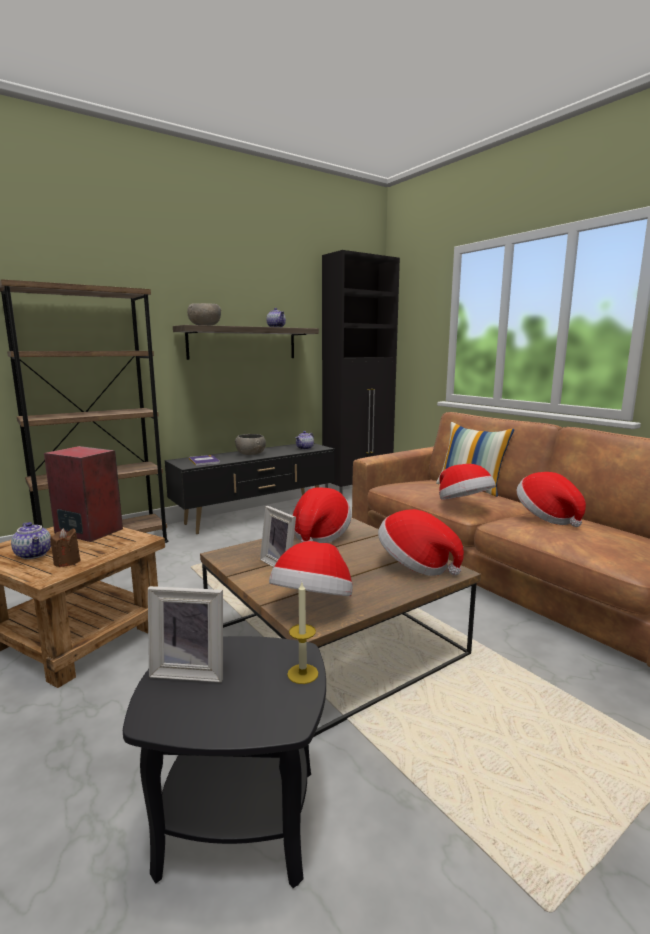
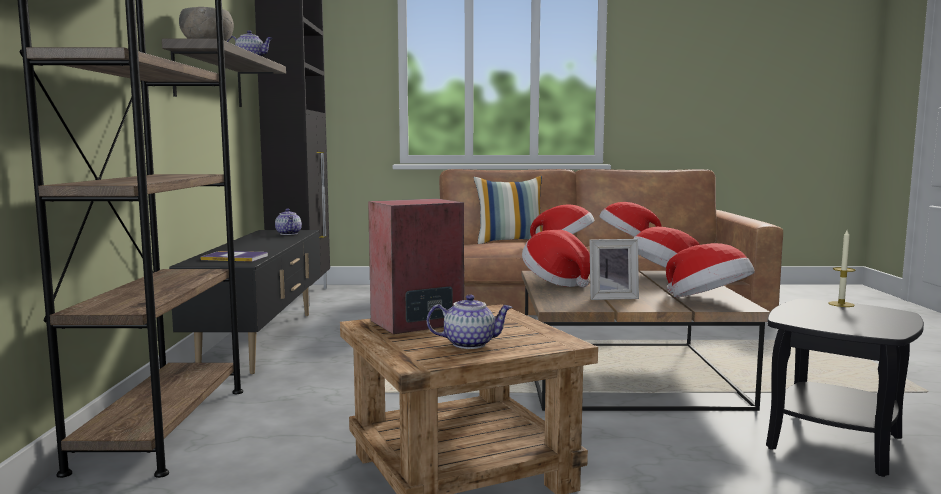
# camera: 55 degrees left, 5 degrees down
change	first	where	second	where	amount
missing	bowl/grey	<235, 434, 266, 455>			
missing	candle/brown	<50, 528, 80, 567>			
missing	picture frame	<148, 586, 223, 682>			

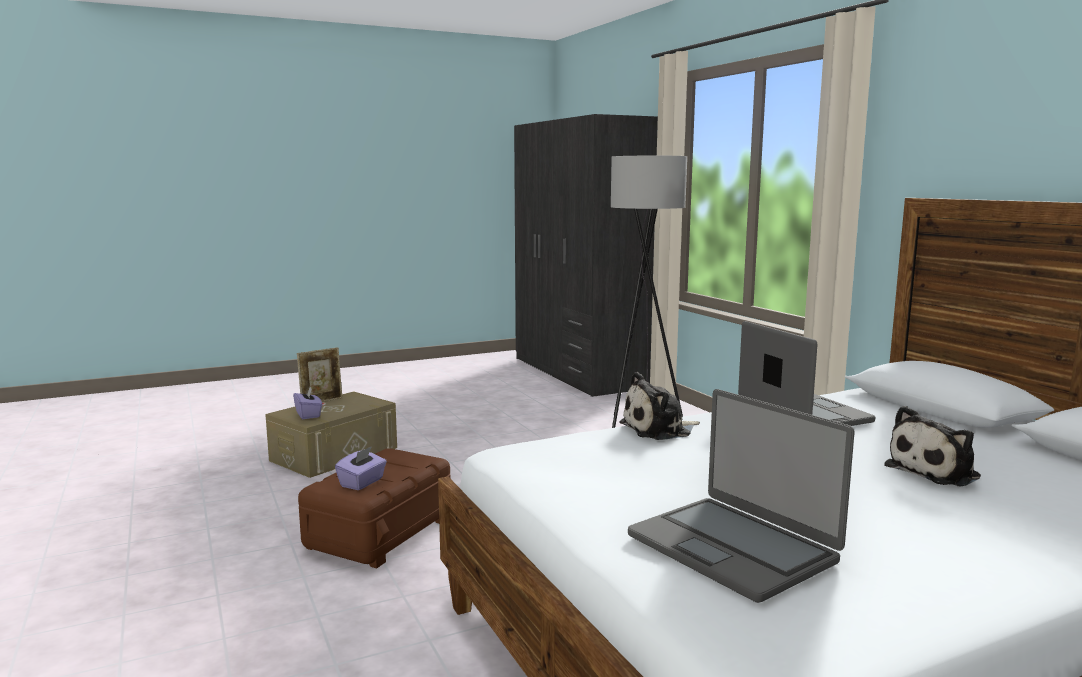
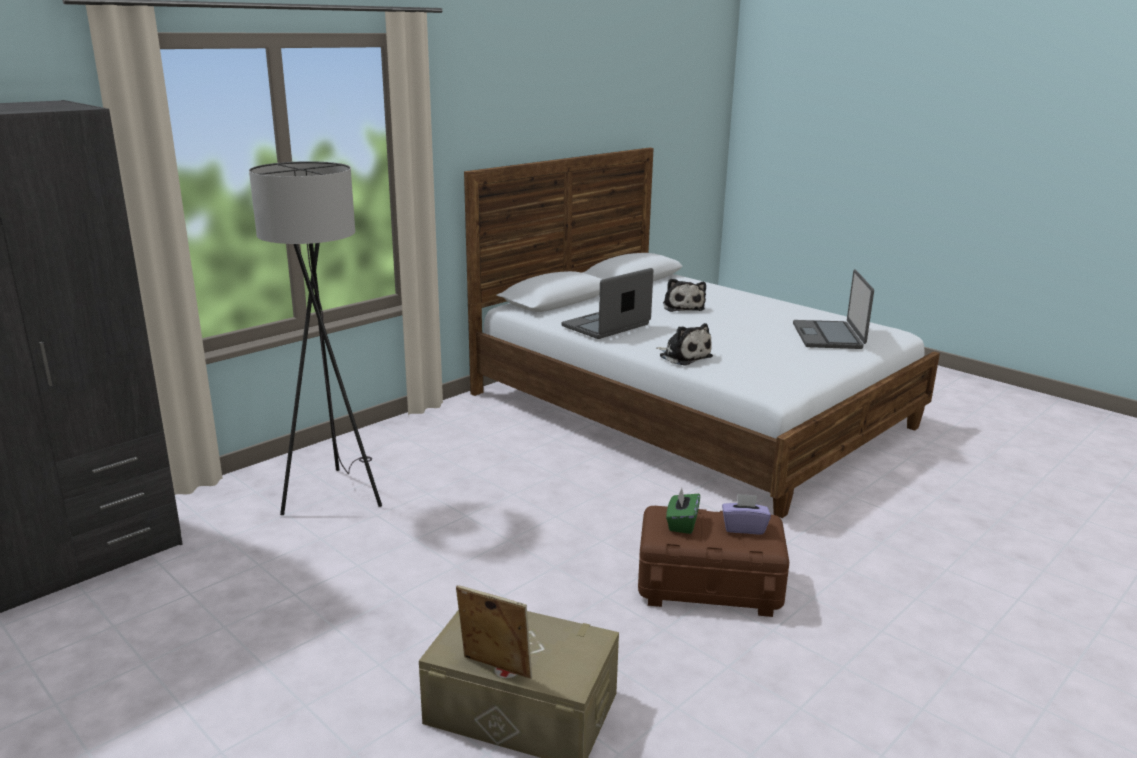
# camera: 110 degrees left, 10 degrees up
change	first	where	second	where	amount
missing	tissue box/purple	<293, 387, 322, 419>			
spun	laptop	<628, 389, 855, 603>		<793, 269, 874, 349>	150 degrees clockwise
spun	plush toy	<884, 406, 981, 486>		<663, 278, 706, 312>	45 degrees clockwise
appeared			tissue box/green	<666, 488, 700, 534>	

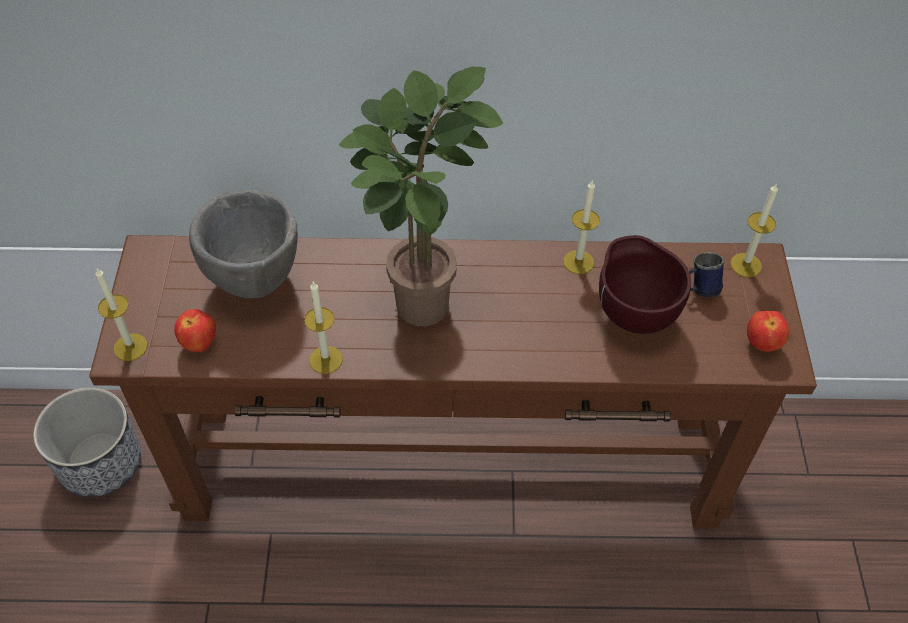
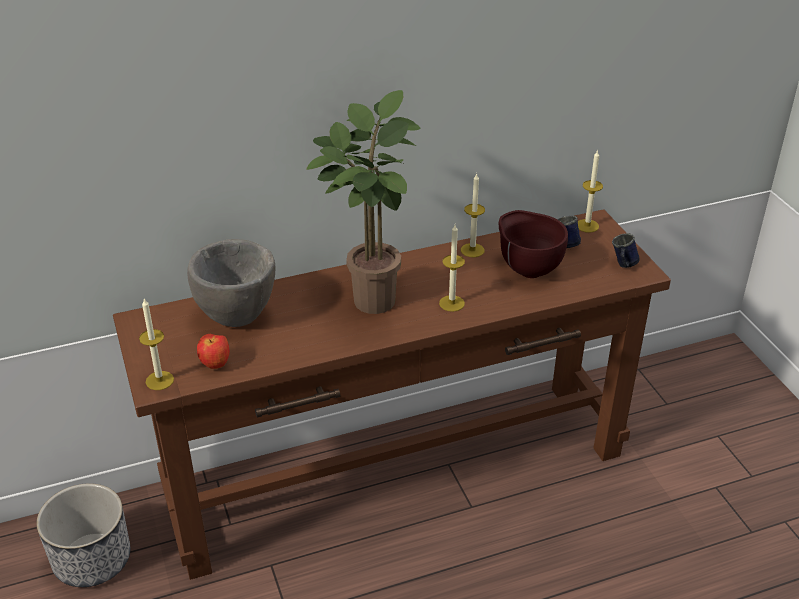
# camera: 20 degrees left, 15 degrees down
change	first	where	second	where	amount
relocated	candle	<304, 282, 343, 374>		<439, 225, 465, 312>	
exchanged	apple	<747, 311, 789, 352>	mug/blue	<612, 233, 640, 268>	

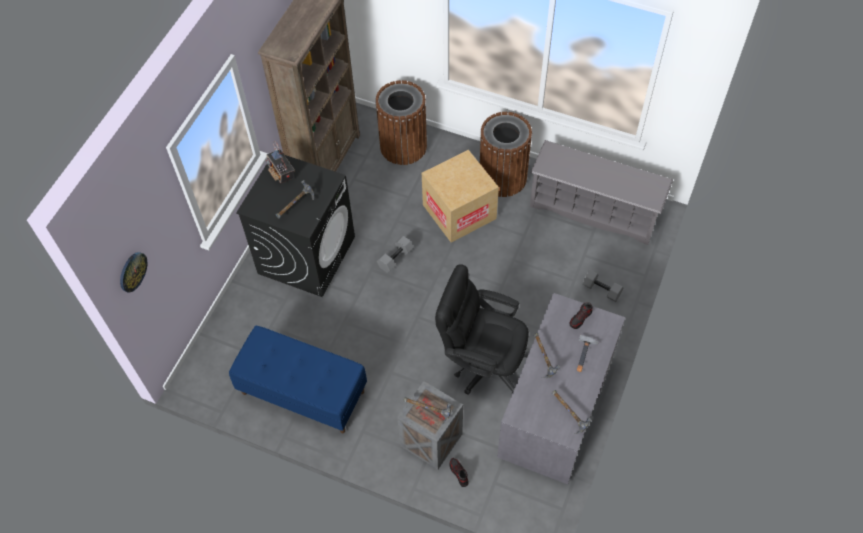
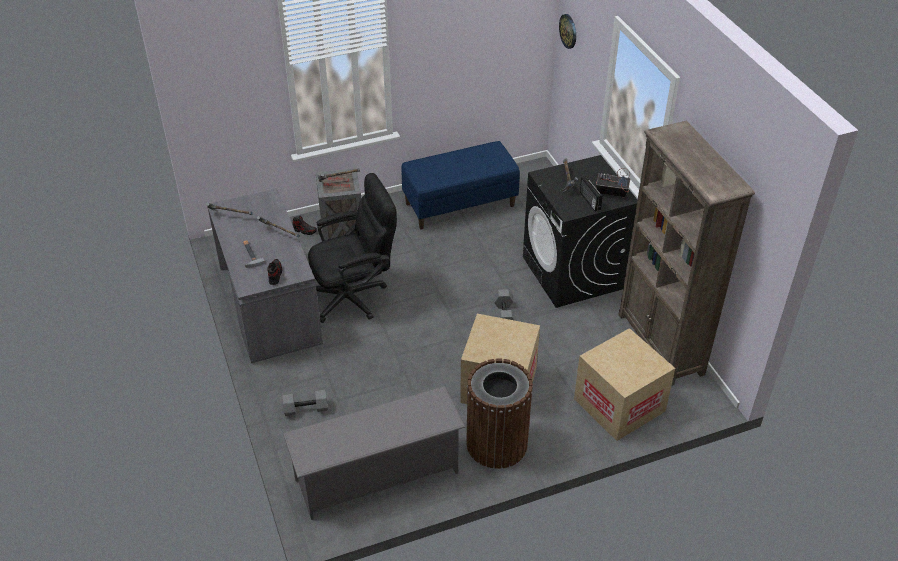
# camera: 135 degrees right, 15 degrees down
change	first	where	second	where	amount
exchanged	trash can/brown	<375, 80, 427, 165>	cardboard box	<574, 328, 675, 441>	
appeared			radio	<580, 177, 603, 212>	

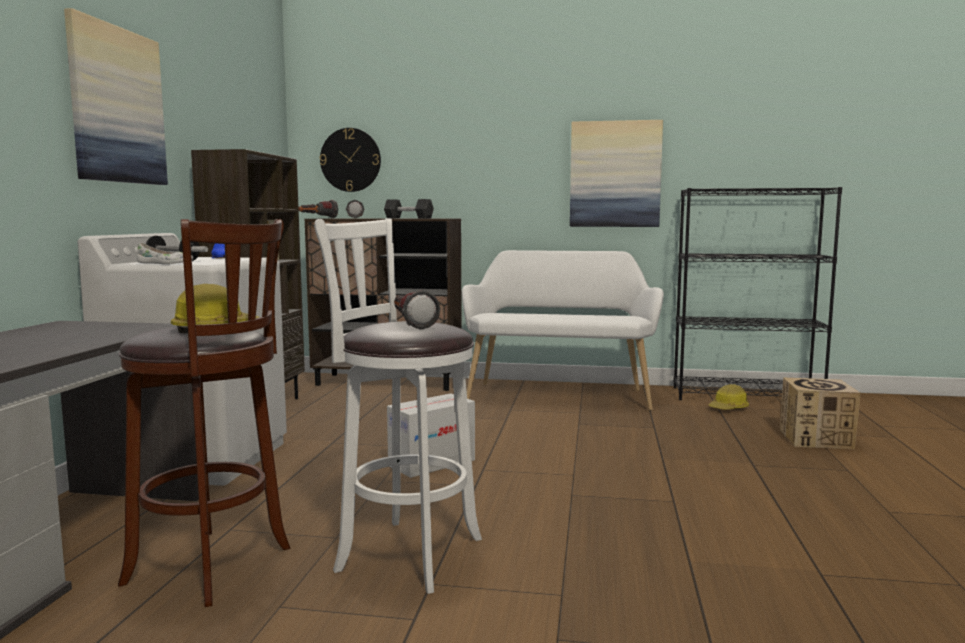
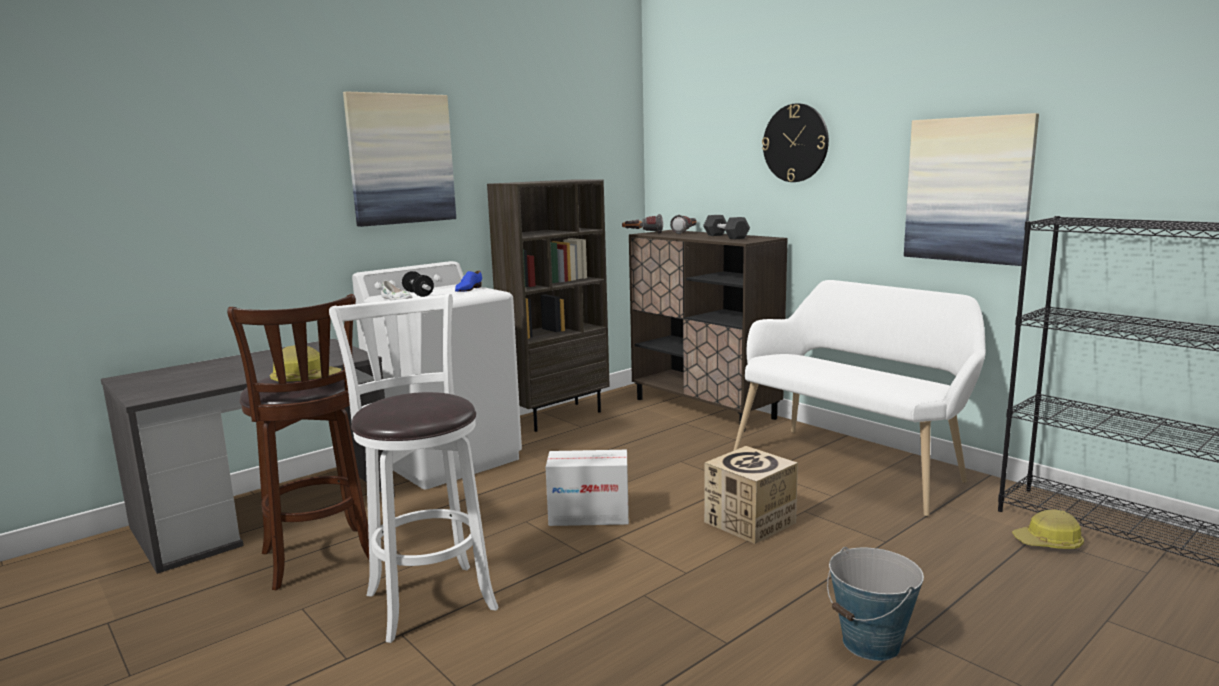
# camera: 40 degrees right, 5 degrees up
change	first	where	second	where	amount
relocated	wall clock	<320, 128, 381, 192>		<762, 103, 829, 182>	
missing	flashlight	<394, 290, 440, 330>			
relocated	cardboard box	<780, 378, 861, 449>		<704, 446, 798, 544>	
appeared			bucket	<827, 547, 924, 661>	

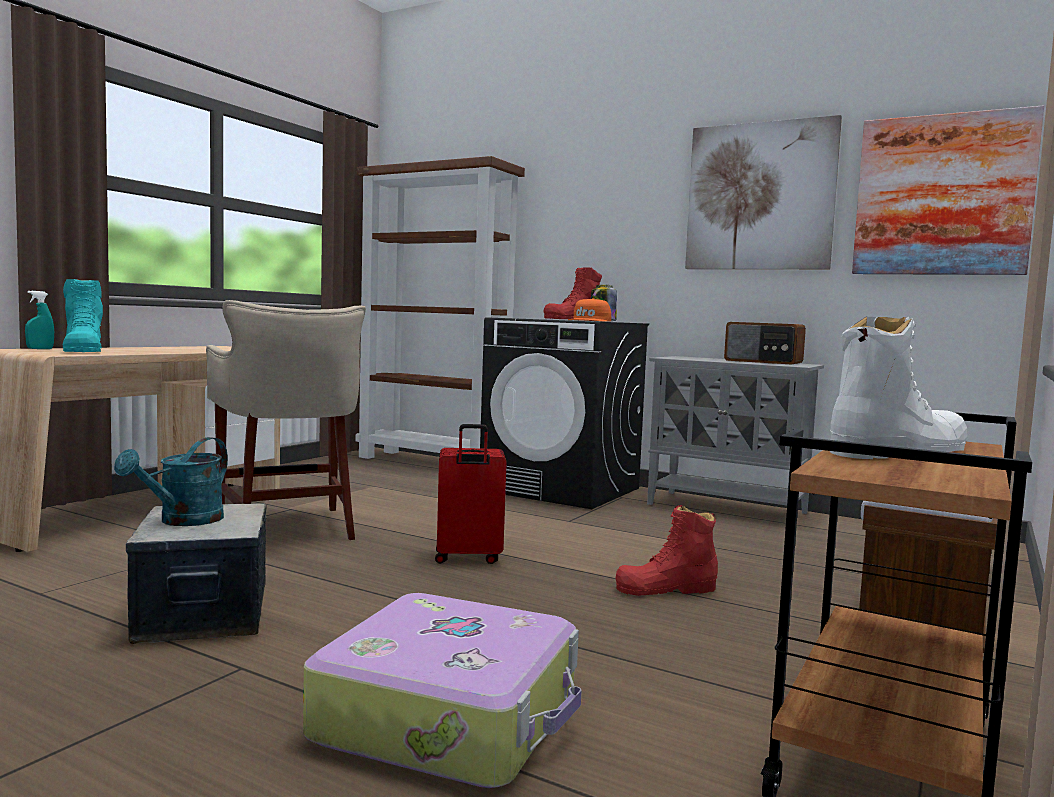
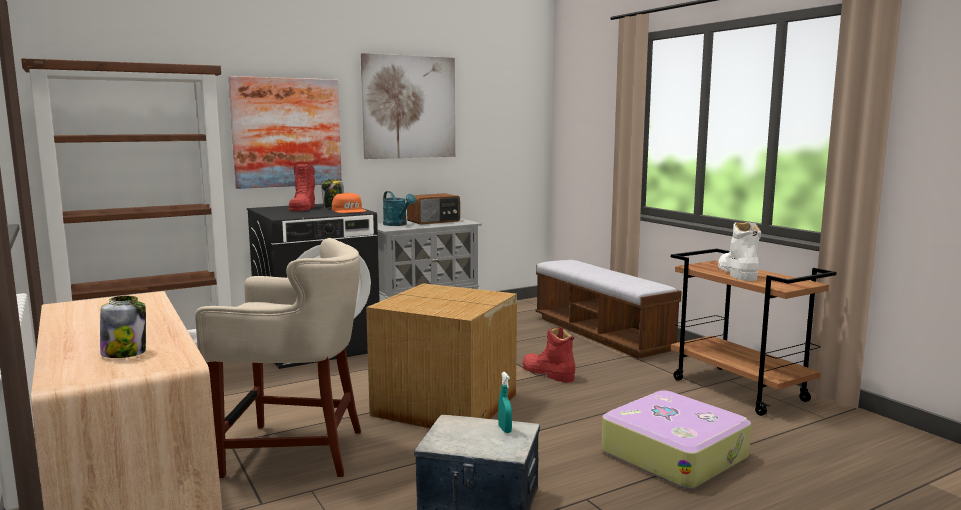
# camera: 60 degrees left, 5 degrees up
change	first	where	second	where	amount
relocated	picture	<852, 106, 1044, 275>		<229, 76, 342, 189>	
exchanged	boot/turquoise	<63, 279, 103, 352>	jar	<100, 296, 146, 358>	
relocated	spray bottle/turquoise	<25, 291, 54, 349>		<498, 372, 512, 433>	
exchanged	suitcase/red	<435, 424, 507, 564>	cardboard box	<366, 283, 517, 428>	
relocated	watering can/turquoise	<114, 437, 228, 526>		<383, 191, 416, 226>	
spun	boot/red	<616, 505, 718, 596>		<523, 328, 575, 383>	120 degrees clockwise

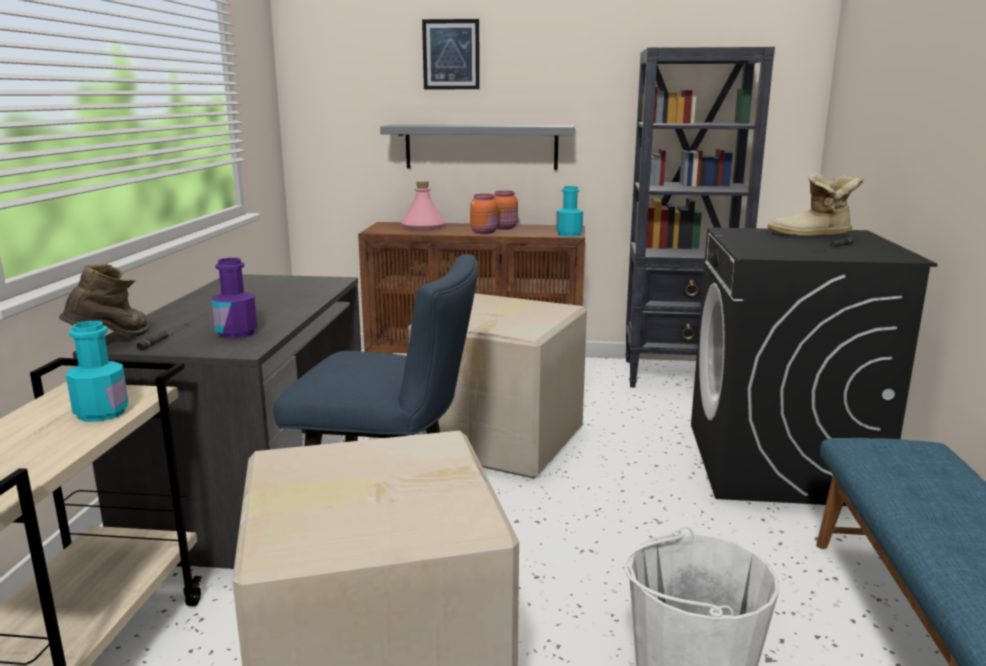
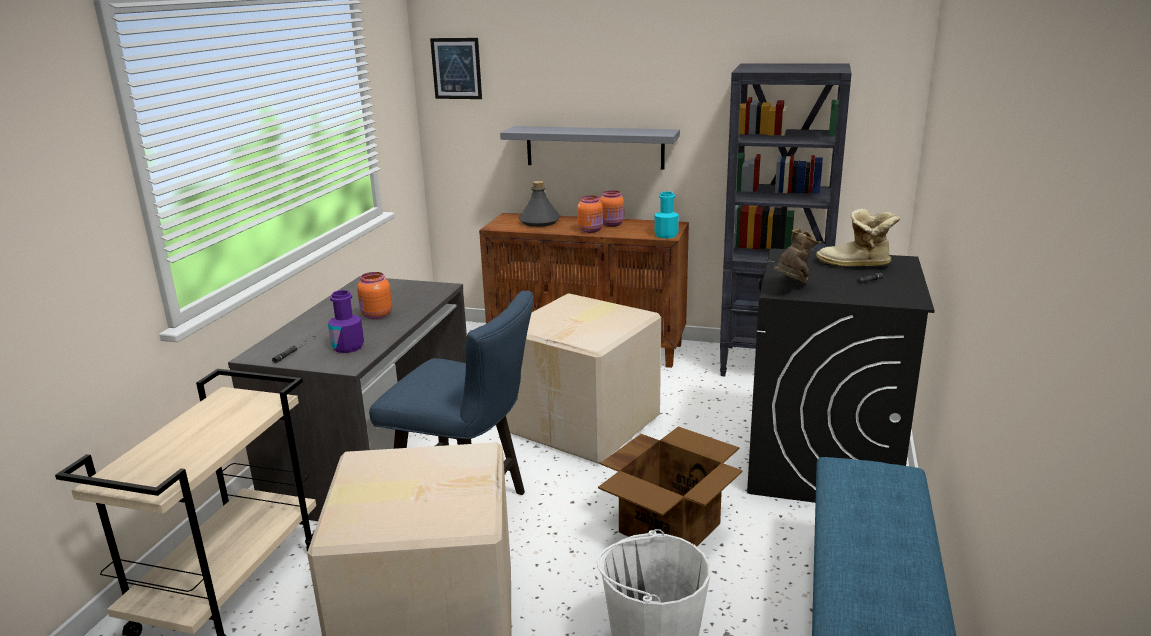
# camera: 10 degrees right, 5 degrees up
change	first	where	second	where	amount
relocated	picture	<422, 19, 480, 89>		<430, 38, 482, 99>	
colour	bottle/pink	<400, 181, 446, 230>	bottle/grey	<519, 181, 560, 227>	
relocated	boot/brown	<59, 264, 149, 337>		<774, 228, 822, 283>	
missing	bottle/turquoise	<66, 321, 128, 422>			
appeared			jar/orange	<357, 272, 392, 319>	
appeared			cardboard box	<598, 426, 743, 547>	

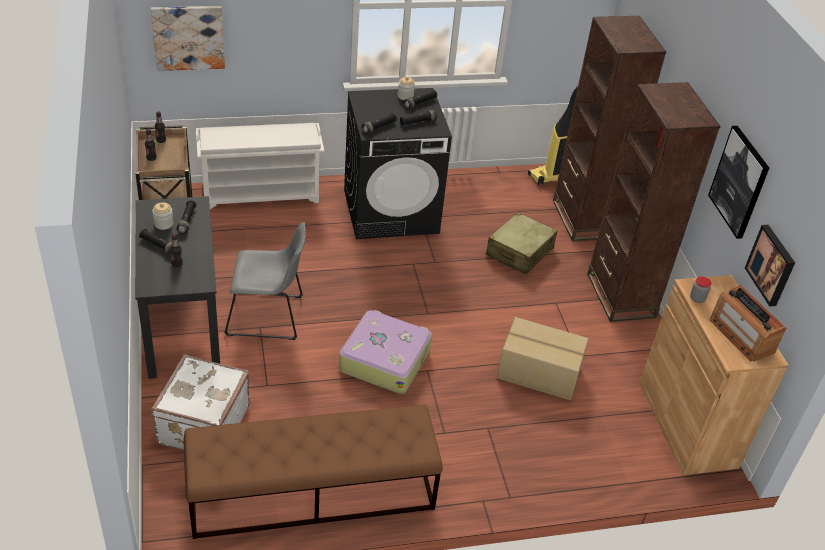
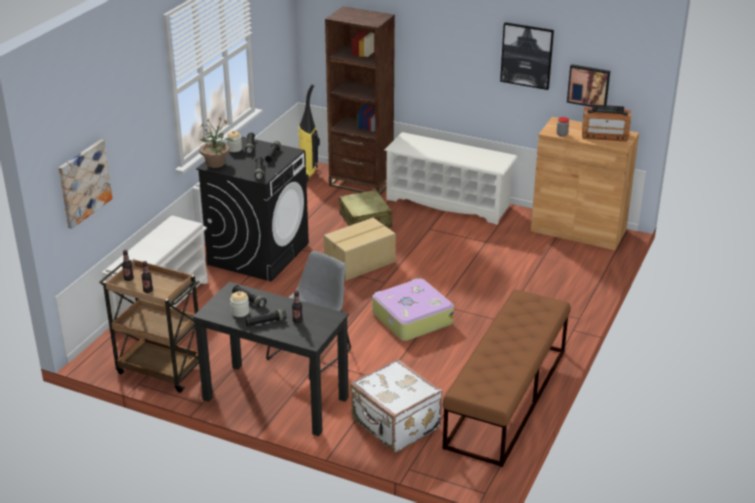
# camera: 50 degrees left, 10 degrees down
change	first	where	second	where	amount
exchanged	bookcase/brown	<587, 82, 721, 322>	shoe rack/white	<384, 132, 518, 225>	
relocated	cardboard box	<497, 317, 589, 400>		<324, 218, 396, 281>	
appeared			potted plant	<199, 117, 233, 168>	

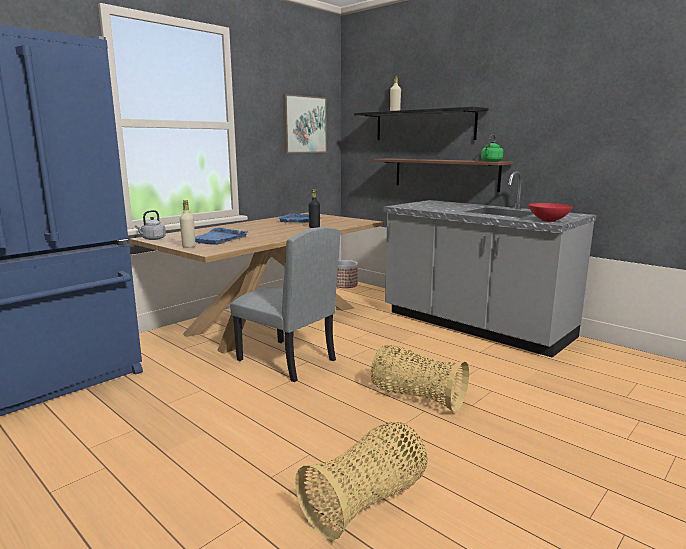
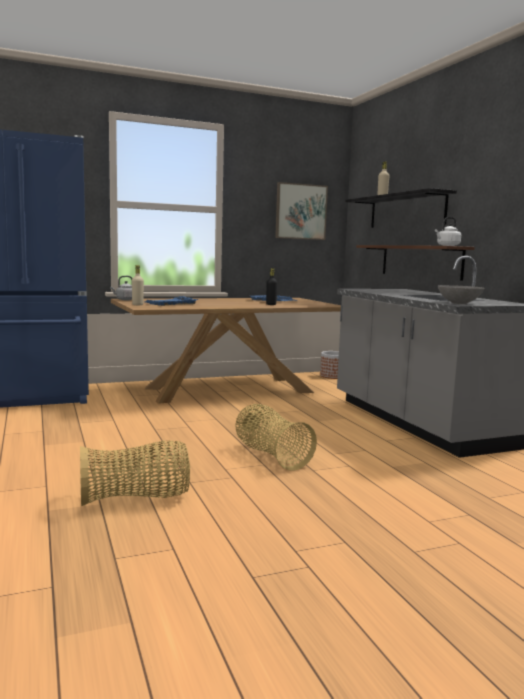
# camera: 25 degrees right, 5 degrees down
change	first	where	second	where	amount
colour	kettle/green	<481, 134, 503, 162>	kettle/white	<435, 217, 461, 246>	
colour	bowl/red	<529, 203, 573, 222>	bowl/grey	<438, 285, 485, 304>	
missing	chair/grey	<230, 227, 340, 382>			

